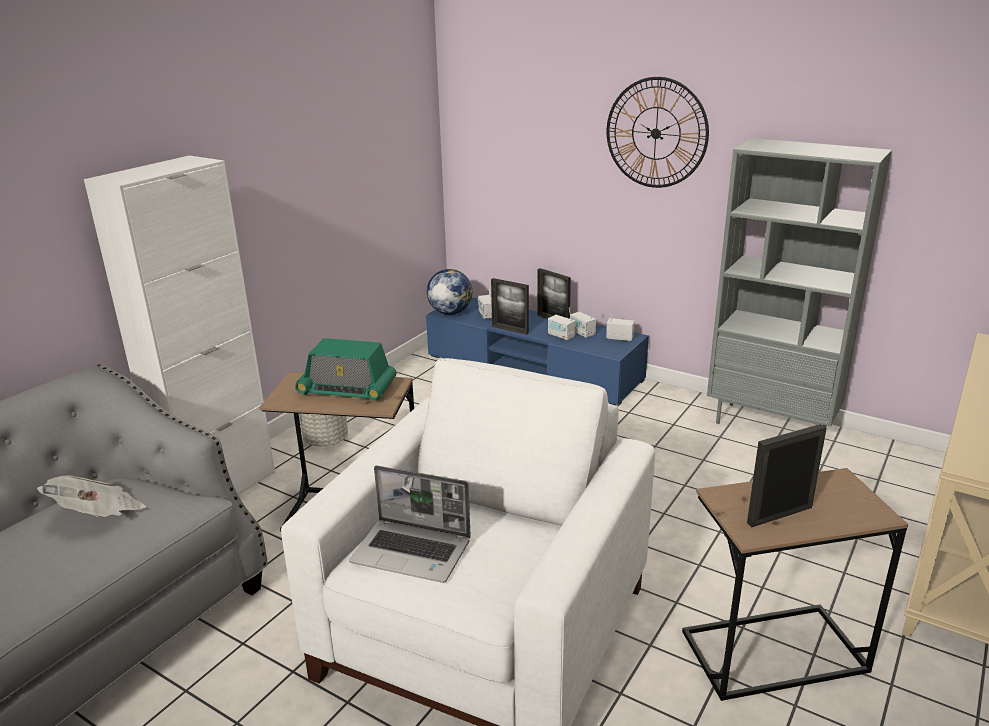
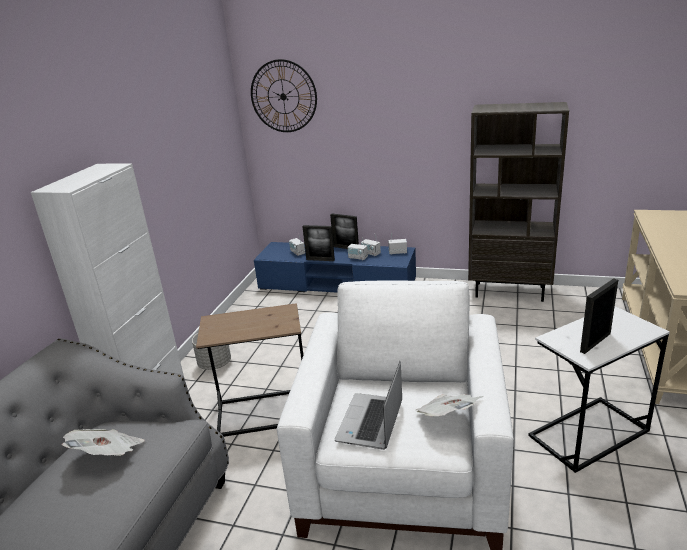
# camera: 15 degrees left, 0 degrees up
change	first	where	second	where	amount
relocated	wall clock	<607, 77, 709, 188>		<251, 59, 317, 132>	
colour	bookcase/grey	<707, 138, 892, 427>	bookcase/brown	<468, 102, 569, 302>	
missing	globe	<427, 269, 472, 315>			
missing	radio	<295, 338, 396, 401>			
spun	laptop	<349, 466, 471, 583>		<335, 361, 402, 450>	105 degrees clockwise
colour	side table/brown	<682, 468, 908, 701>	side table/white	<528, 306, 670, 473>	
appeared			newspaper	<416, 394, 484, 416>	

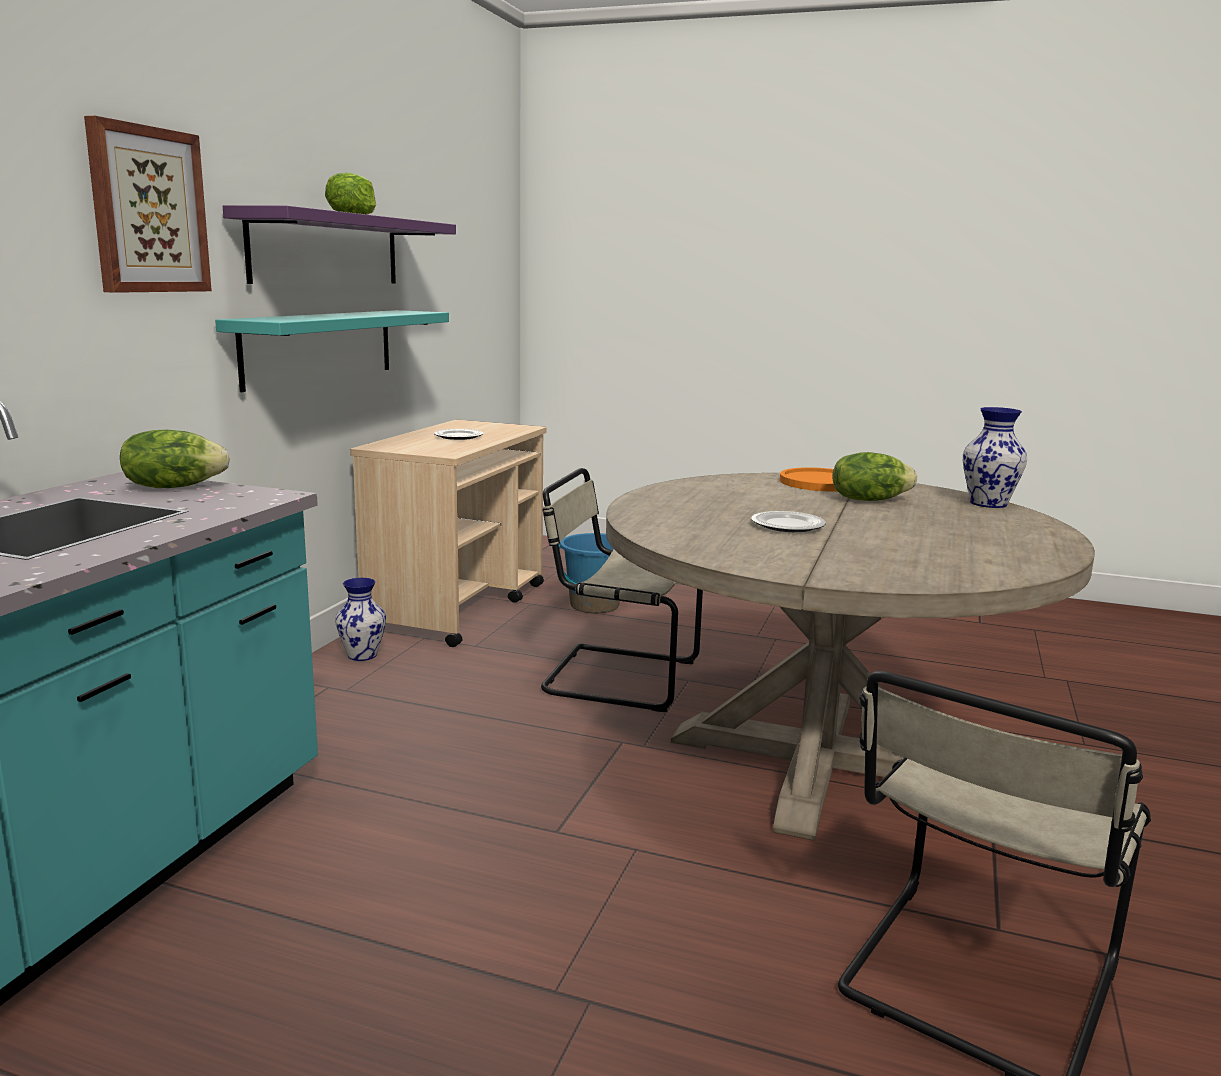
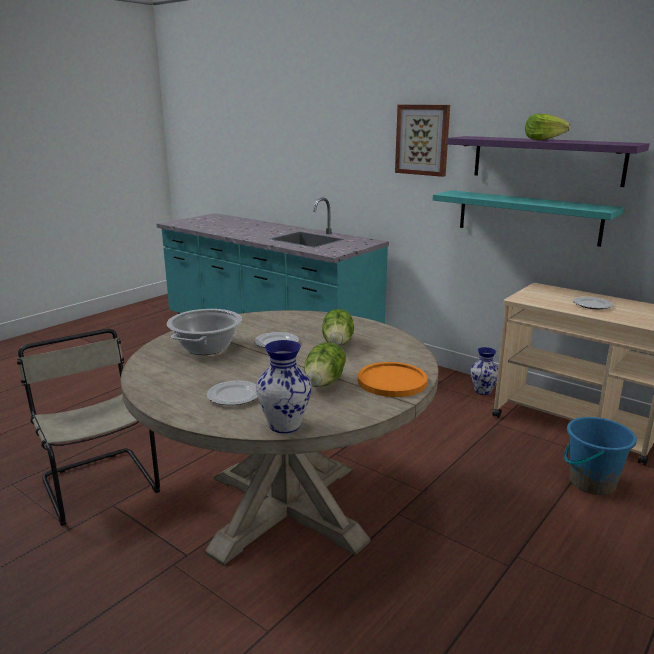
# camera: 110 degrees right, 5 degrees up
change	first	where	second	where	amount
relocated	lettuce	<120, 429, 230, 488>		<322, 309, 354, 346>	
missing	chair/beige	<541, 468, 703, 712>			
appeared			cooking pot	<167, 309, 242, 355>	
appeared			plate	<207, 380, 258, 405>	

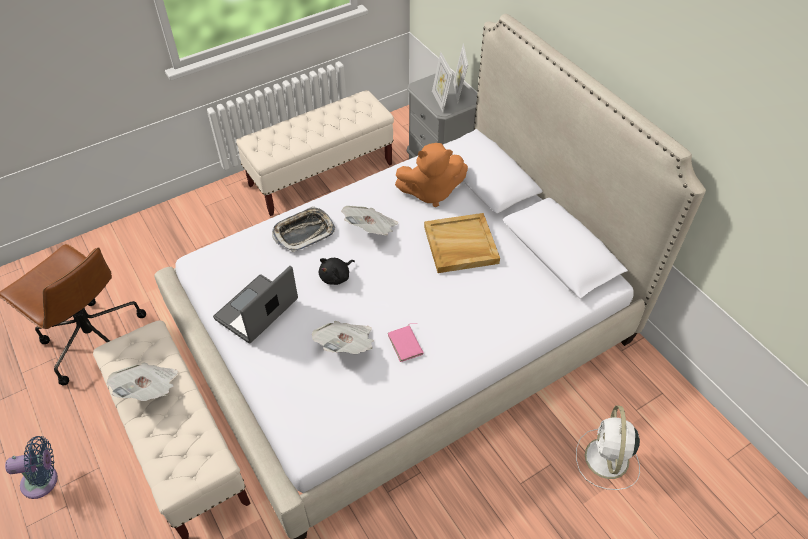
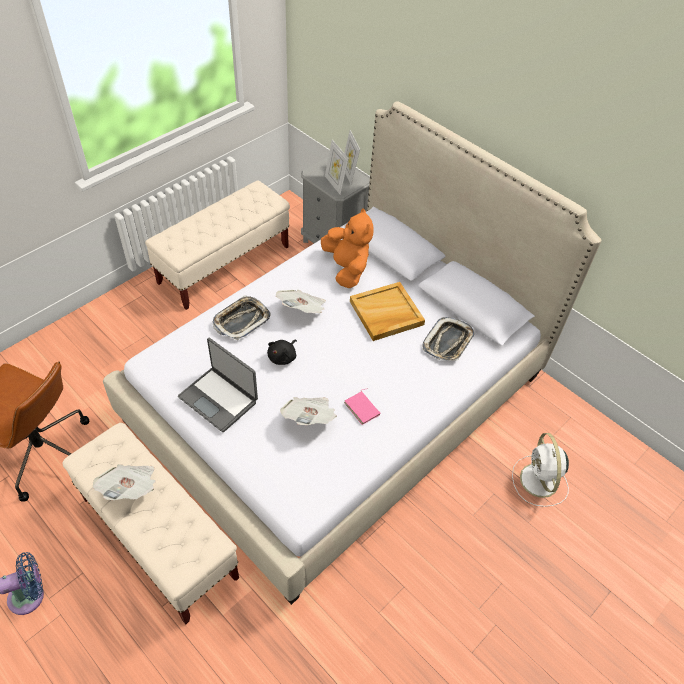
# camera: 15 degrees left, 0 degrees up
change	first	where	second	where	amount
spun	plush toy/orange	<395, 143, 468, 207>		<321, 208, 374, 288>	90 degrees counterclockwise
spun	laptop	<213, 266, 298, 343>		<178, 338, 258, 432>	75 degrees counterclockwise
appeared			tray	<422, 317, 474, 361>	

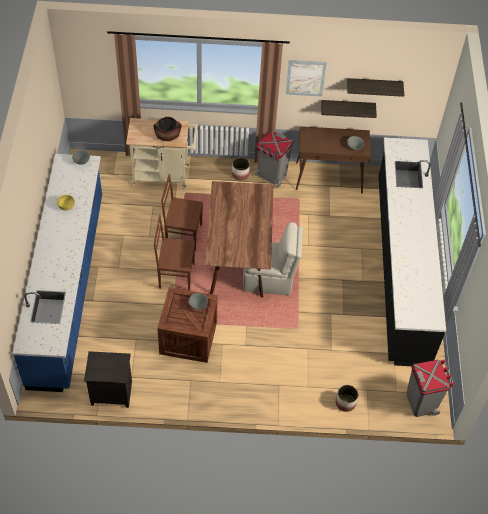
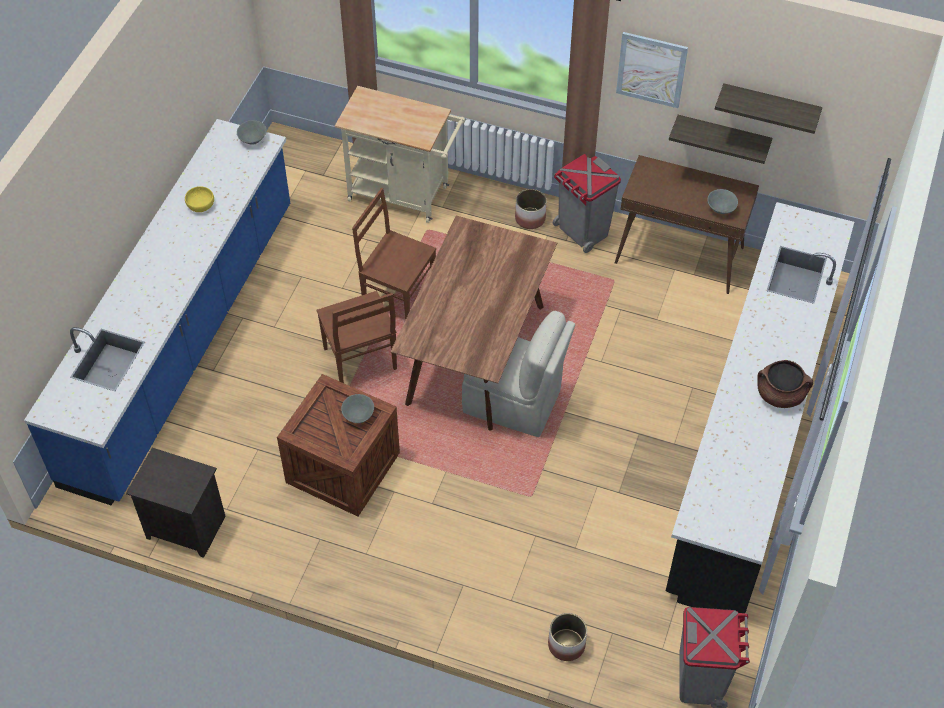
# camera: 20 degrees right, 0 degrees up
change	first	where	second	where	amount
relocated	cooking pot/brown	<154, 117, 182, 141>		<757, 360, 813, 408>	
spun	chair/brown	<154, 215, 195, 290>		<316, 291, 397, 383>	135 degrees counterclockwise

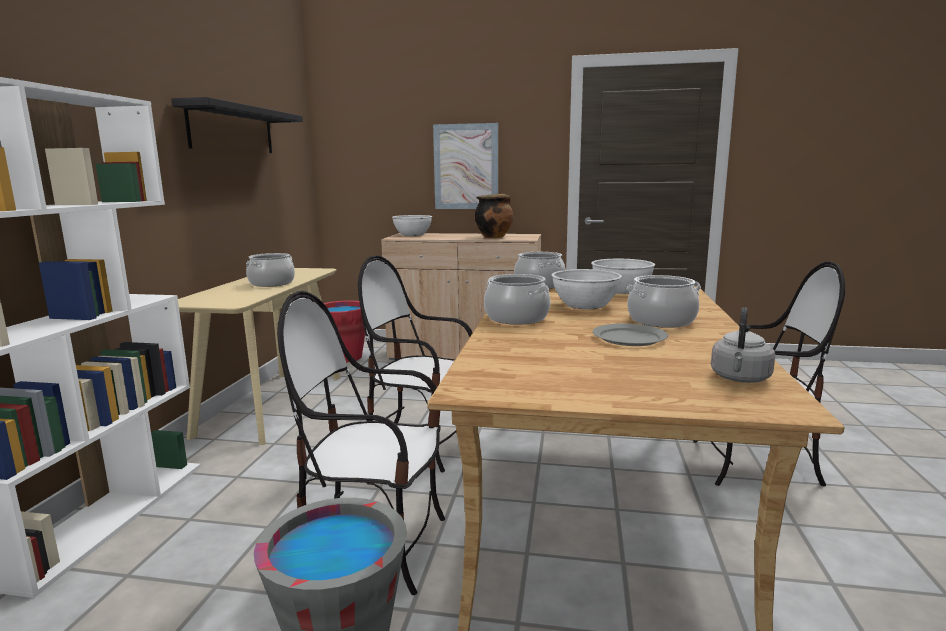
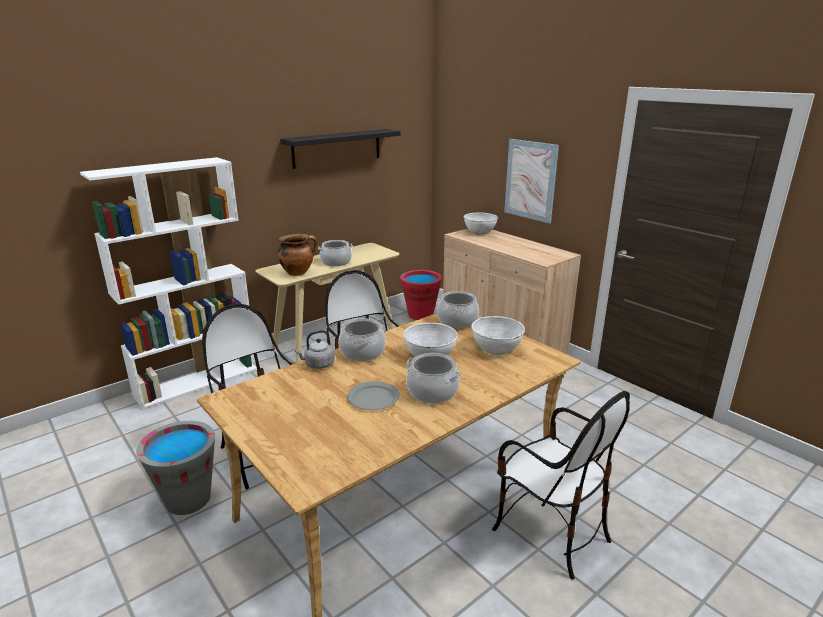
# camera: 40 degrees right, 10 degrees up
change	first	where	second	where	amount
relocated	cooking pot	<475, 194, 513, 238>		<278, 234, 316, 276>	
relocated	kettle/grey	<711, 307, 775, 383>		<295, 330, 335, 369>	

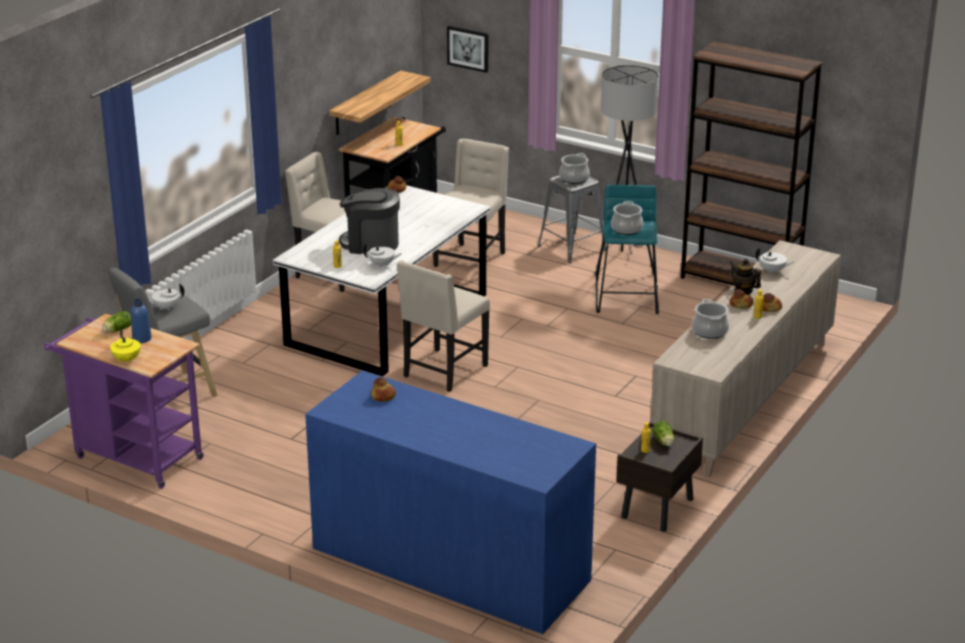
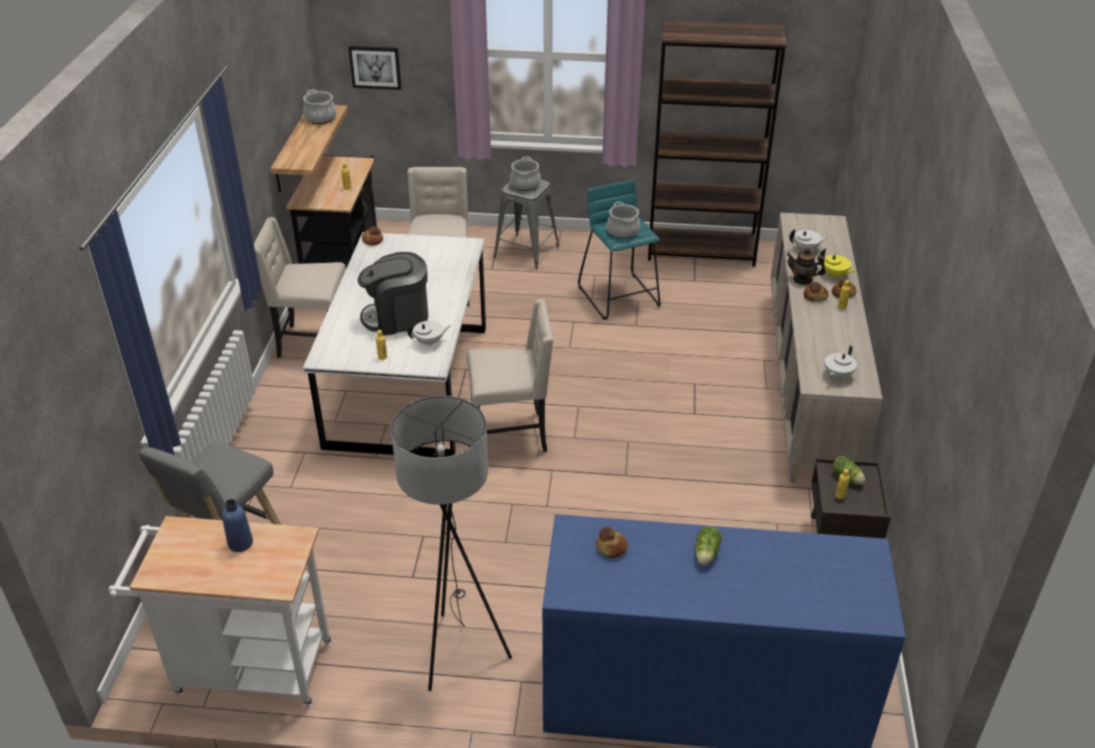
# camera: 25 degrees left, 10 degrees up
change	first	where	second	where	amount
relocated	floor lamp/grey	<595, 65, 659, 276>		<391, 395, 512, 691>	
spun	chair/beige	<397, 260, 490, 392>		<467, 299, 553, 452>	105 degrees counterclockwise
relocated	teapot/white	<149, 284, 184, 310>		<824, 346, 857, 380>	
relocated	cooking pot	<692, 299, 729, 339>		<303, 90, 337, 124>	
relocated	lettuce	<102, 311, 131, 333>		<695, 526, 722, 565>	
colour	cart/purple	<44, 314, 204, 489>	cart/white	<108, 516, 331, 707>	
relocated	teapot/yellow	<110, 330, 141, 364>		<820, 249, 856, 278>	

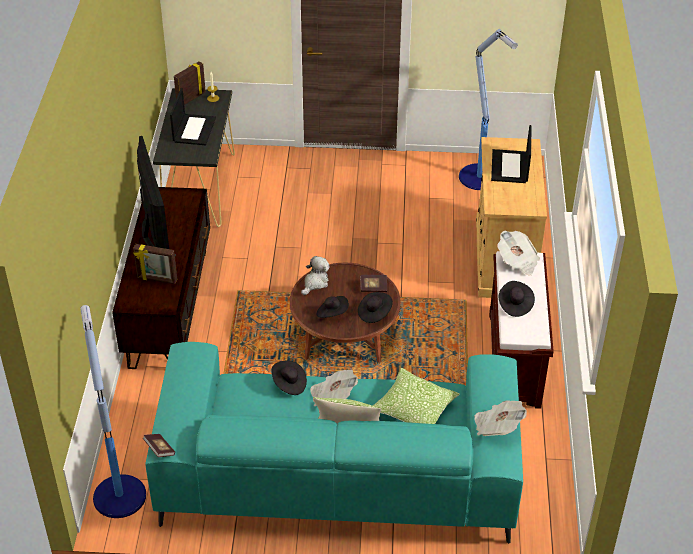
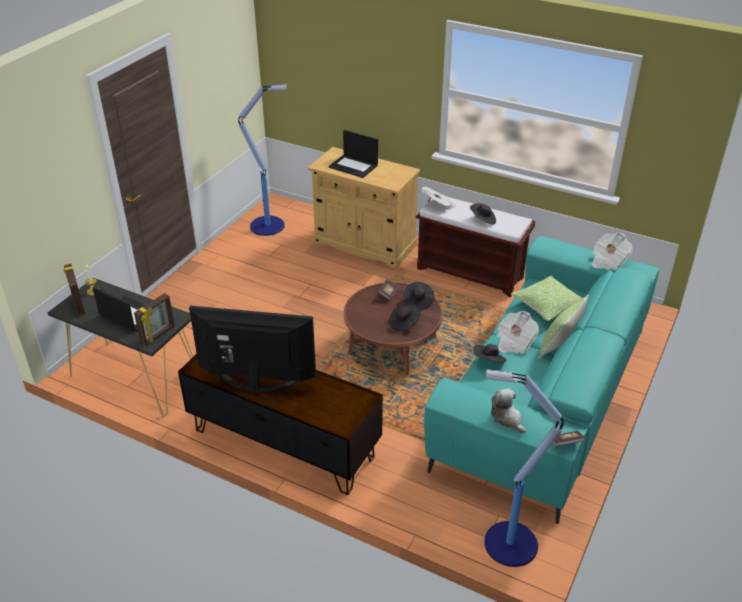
# camera: 65 degrees left, 5 degrees down
change	first	where	second	where	amount
relocated	picture frame	<133, 244, 178, 284>		<134, 293, 175, 346>	
relocated	plush toy	<301, 256, 330, 295>		<491, 388, 526, 434>	

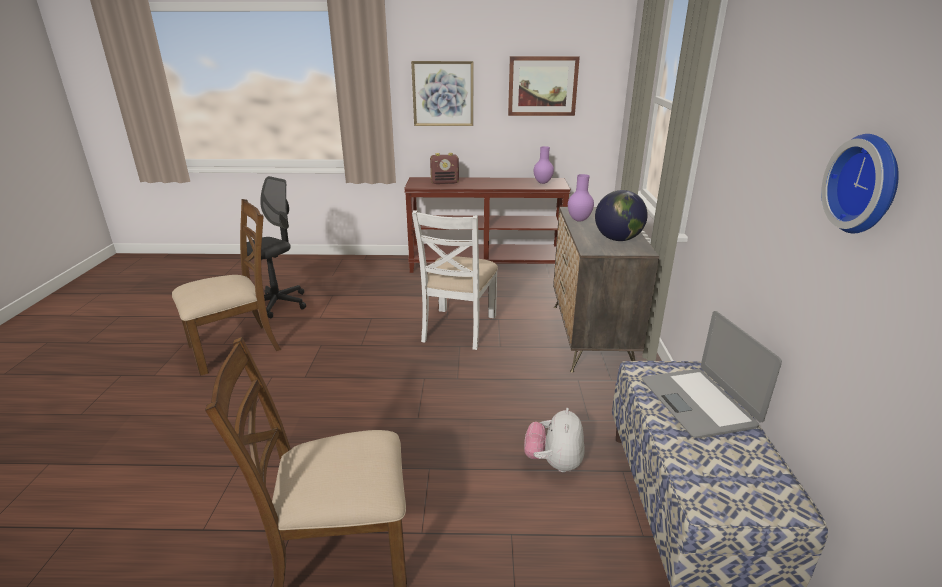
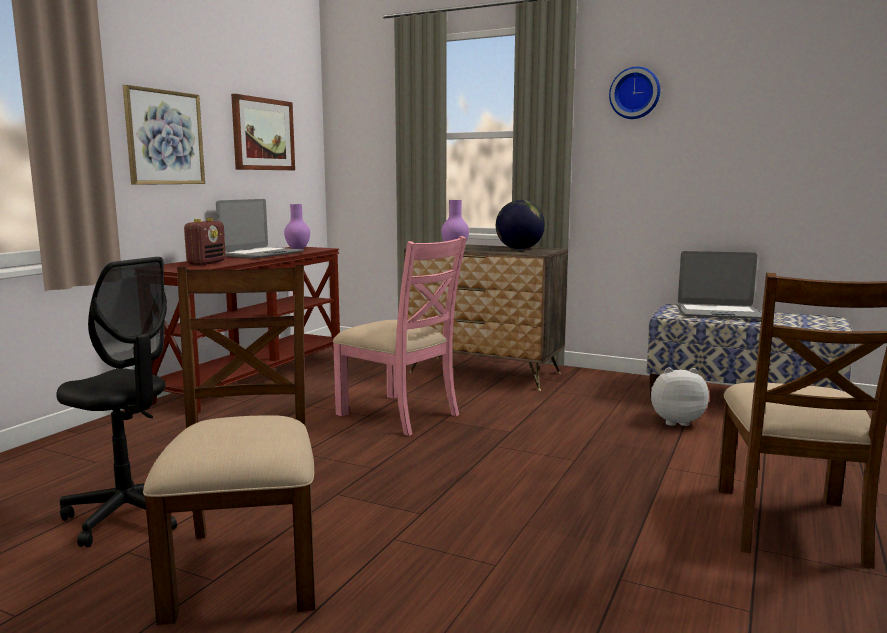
# camera: 65 degrees left, 15 degrees down
change	first	where	second	where	amount
relocated	wall clock	<821, 134, 899, 233>		<609, 67, 660, 119>	
spun	office chair/black	<247, 176, 306, 319>		<56, 257, 177, 547>	150 degrees clockwise
colour	chair/white	<412, 210, 498, 350>	chair/pink	<333, 236, 467, 436>	
spun	plush toy	<524, 408, 585, 472>		<651, 367, 709, 426>	150 degrees clockwise
appeared			laptop	<216, 199, 304, 259>	

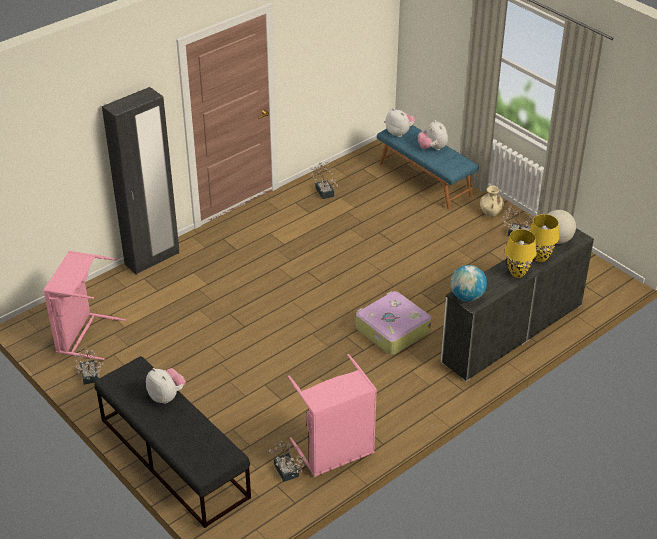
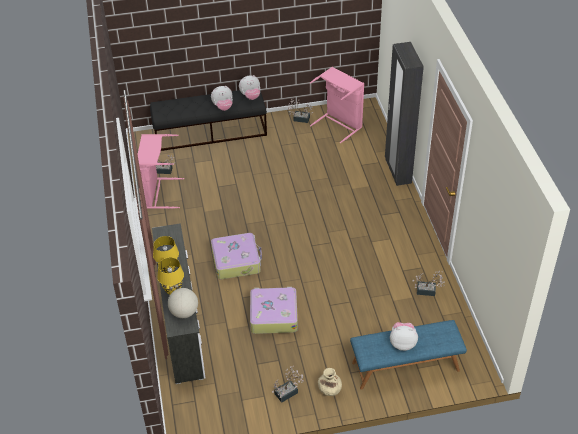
# camera: 120 degrees right, 5 degrees up
change	first	where	second	where	amount
relocated	plush toy	<385, 108, 415, 137>		<239, 75, 260, 100>	
missing	globe	<450, 265, 487, 301>			
appeared			suitcase	<250, 287, 298, 334>	

